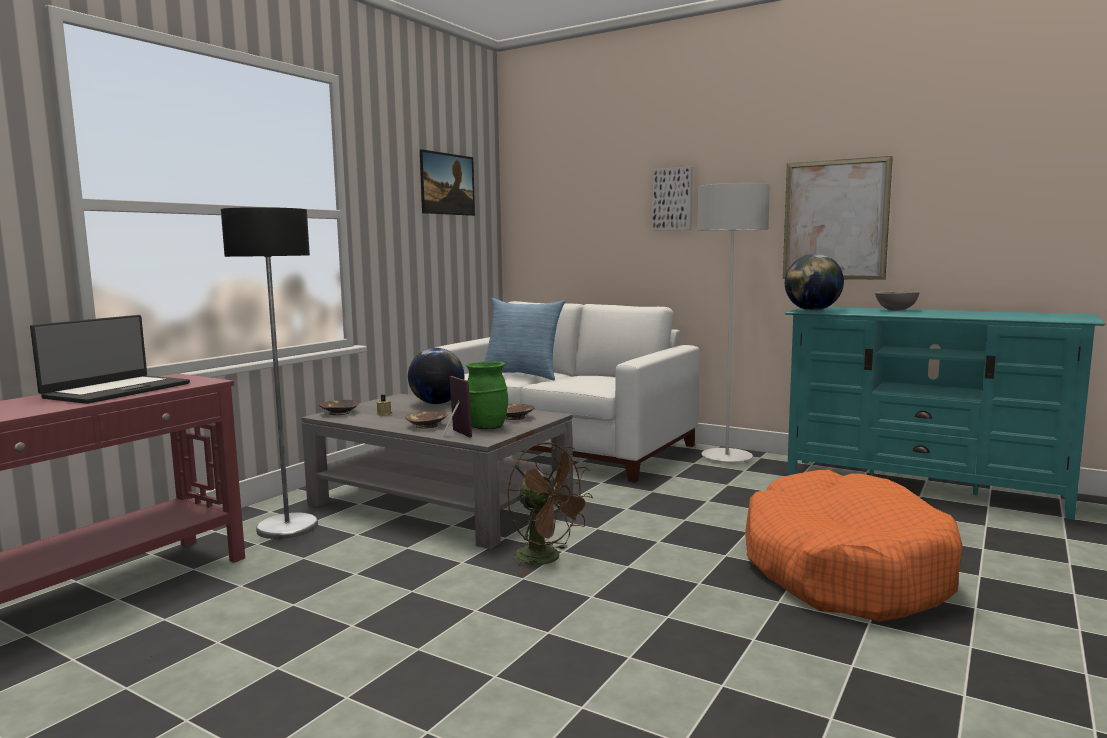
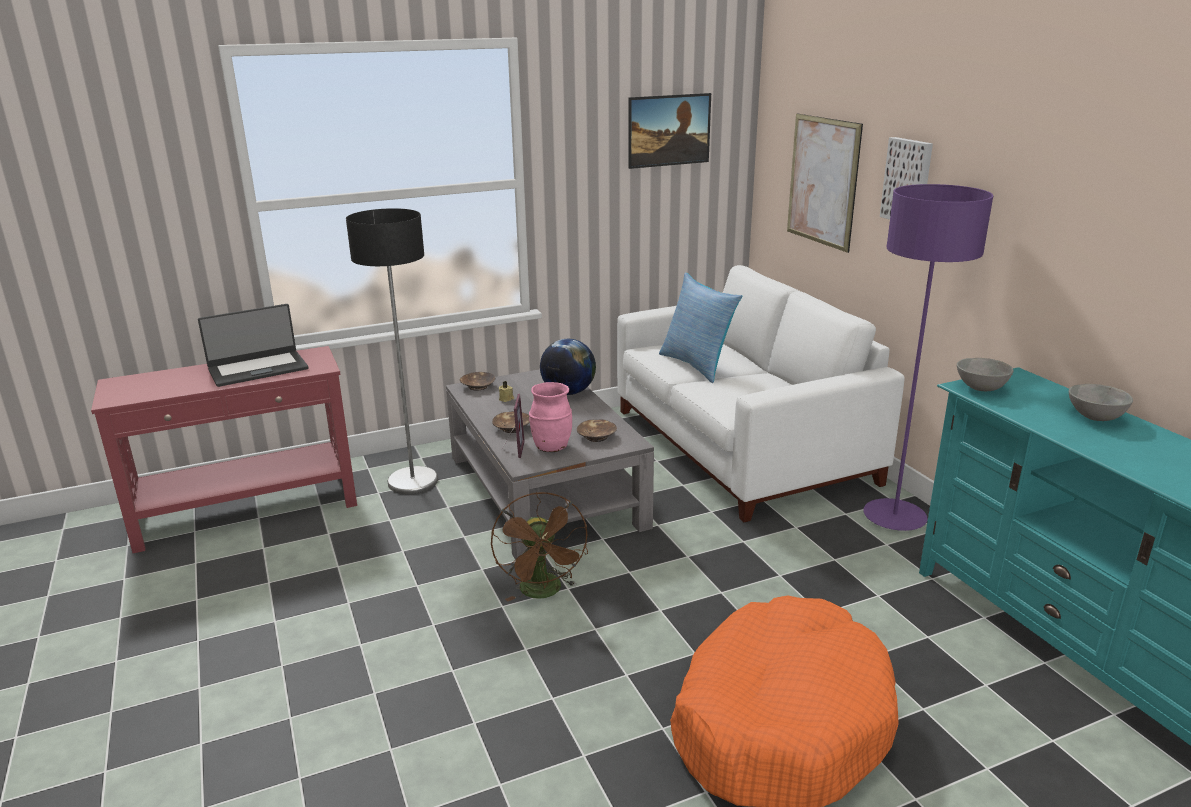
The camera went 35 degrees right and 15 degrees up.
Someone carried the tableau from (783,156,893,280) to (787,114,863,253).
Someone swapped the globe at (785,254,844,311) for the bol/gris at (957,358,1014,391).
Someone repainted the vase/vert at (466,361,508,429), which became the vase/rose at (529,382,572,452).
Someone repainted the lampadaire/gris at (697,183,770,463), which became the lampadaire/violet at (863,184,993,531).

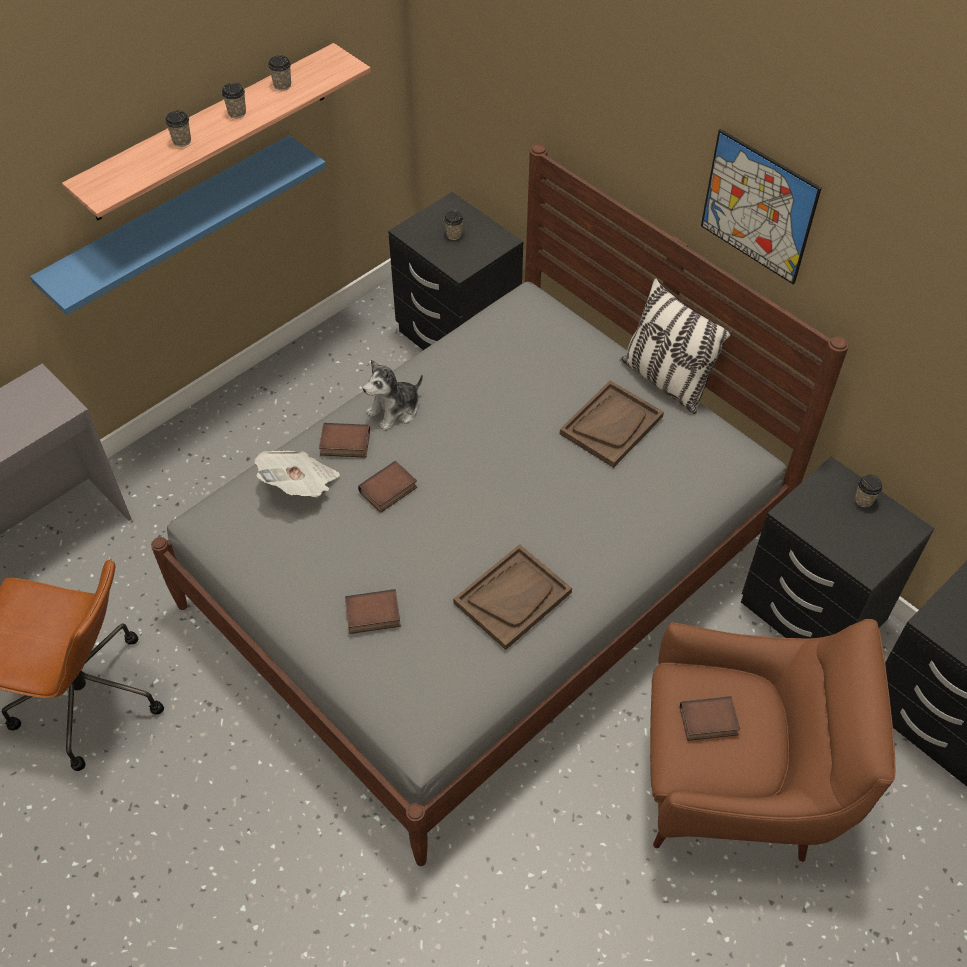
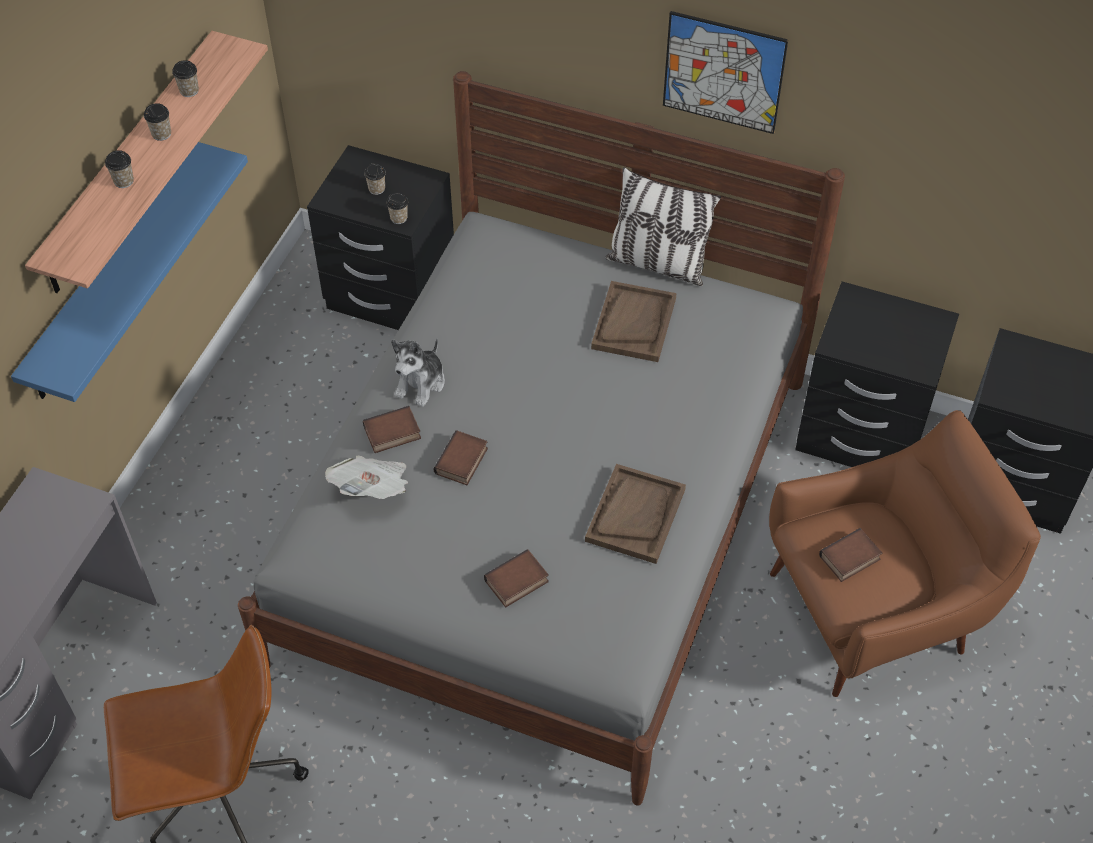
The camera went 25 degrees left and 0 degrees up.
Someone carried the tasse from (855,475,882,508) to (386,193,408,224).

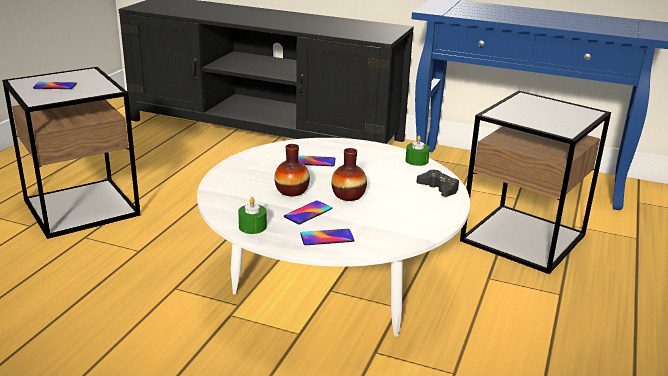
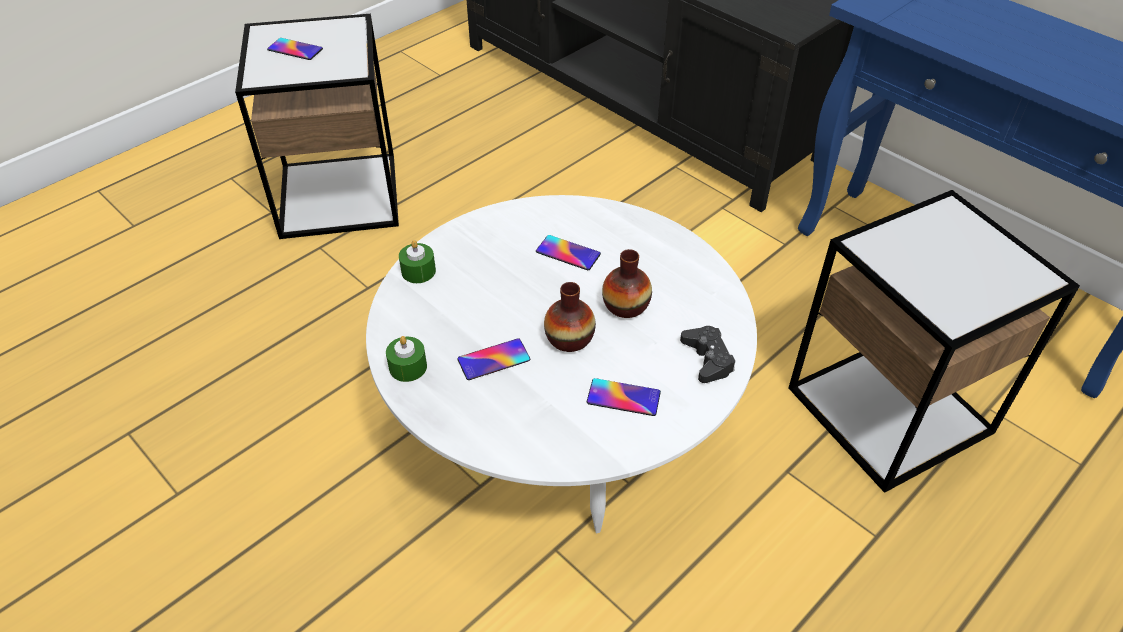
The camera went 25 degrees right and 20 degrees up.
Someone carried the vase from (274,144,310,196) to (602,249,652,318).
Someone carried the téléphone from (300,229,354,245) to (587,378,661,416).
Someone carried the bougie/vert from (406,136,430,166) to (399,240,436,283).

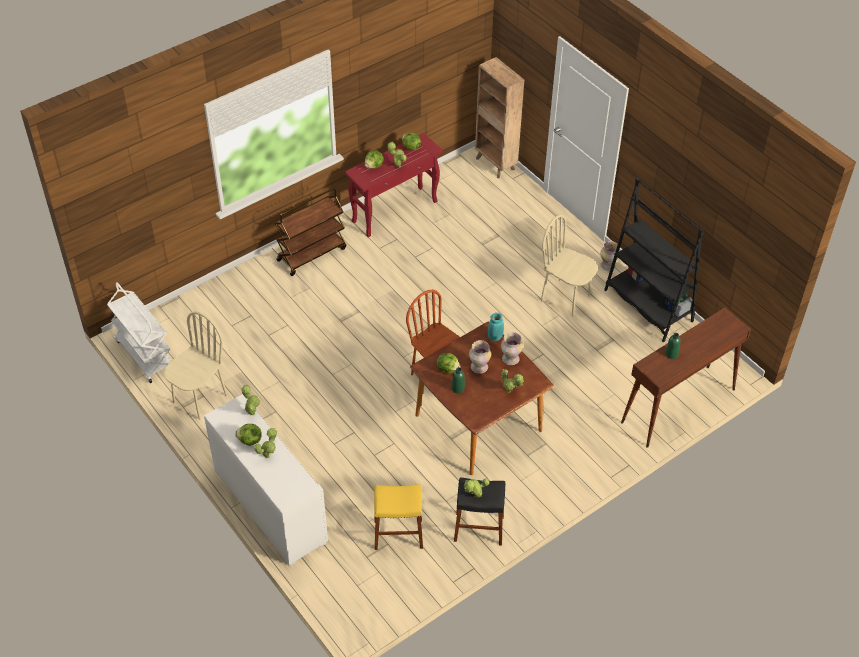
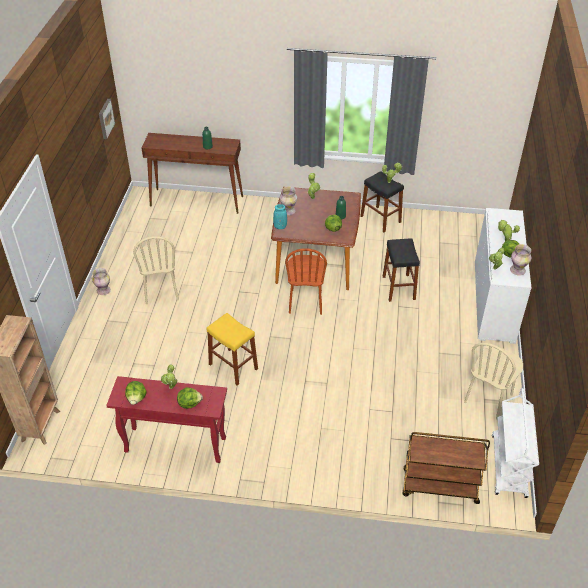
The camera went 135 degrees left and 5 degrees down.
Someone took away the bibliothèque/noir at (604,177,704,342).
Someone put up the tableau at (99,99,115,139).
Someone put down the tabouret/noir at (383,239,420,302).
Someone carried the chariot/marron from (275,188,346,276) to (403,432,490,504).
Someone carried the tabouret/jaune from (374,484,423,550) to (207,313,258,386).
Someone carried the vase from (469,340,491,374) to (510,244,531,275).
Someone rotated the chaise/beige at (164,311,227,420) by 45 degrees counterclockwise.

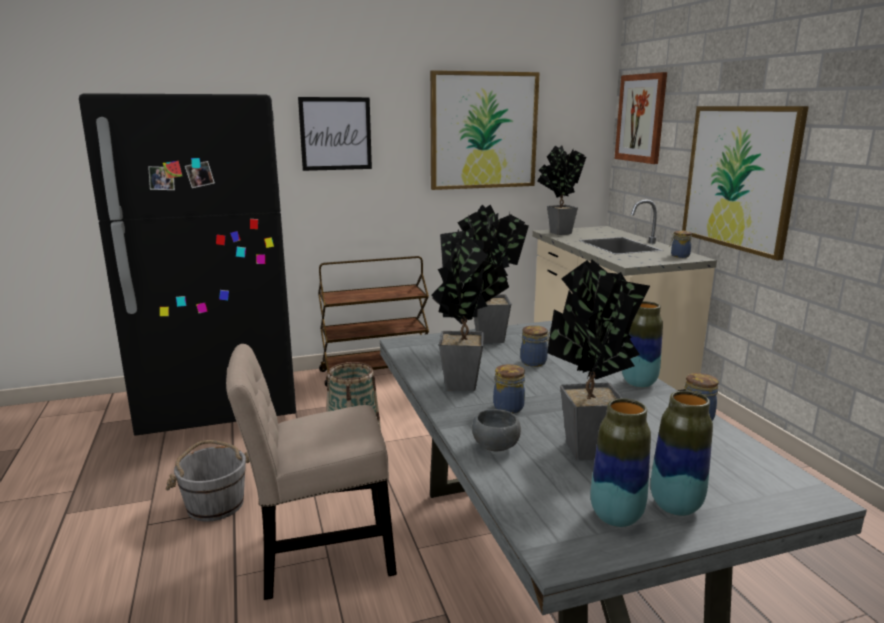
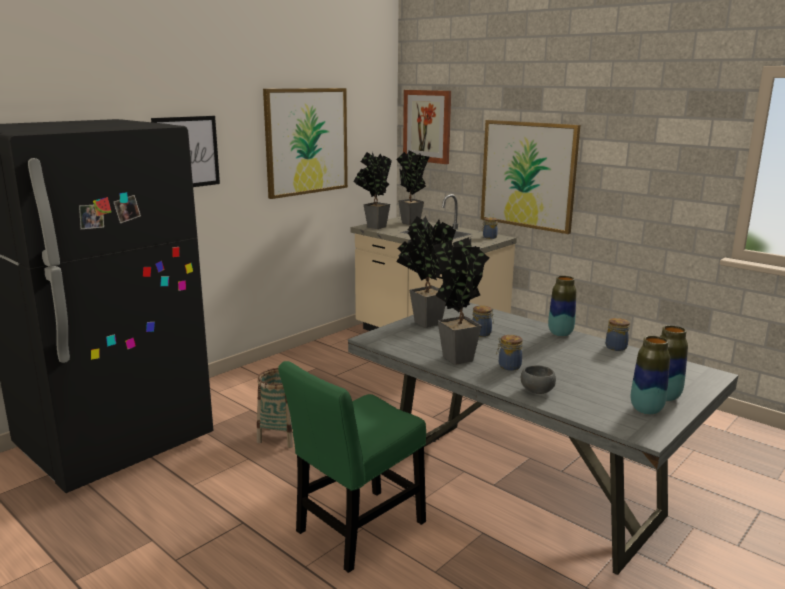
The camera went 30 degrees left and 0 degrees up.
Someone took away the seau/gris at (166,440,250,522).
Someone took away the chariot/marron at (318,256,429,387).
Someone carried the plante en pot from (547,259,650,460) to (396,150,429,225).
Someone repainted the chaise/beige at (226,344,397,600), which became the chaise/vert at (278,361,426,573).

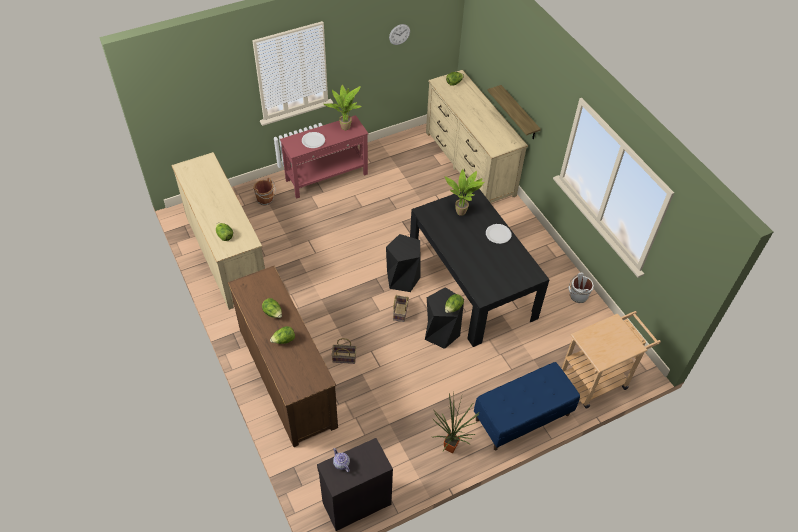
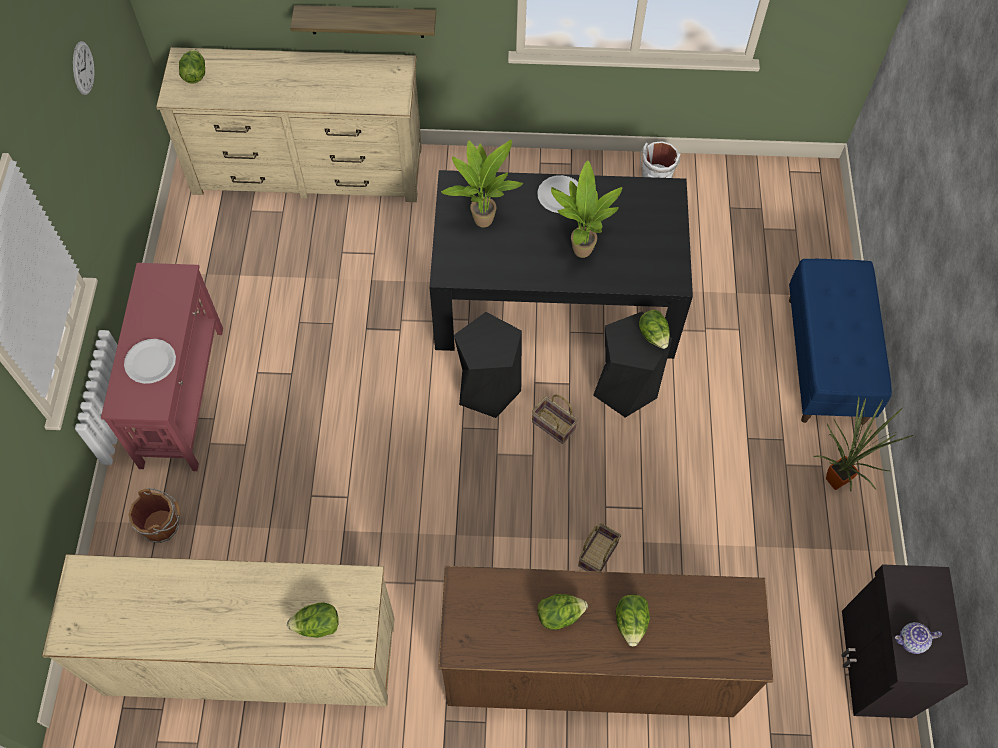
The camera went 60 degrees left and 10 degrees up.
Someone took away the chariot/beige at (562,311,661,408).
Someone carried the plante en pot from (324,85,362,130) to (551,160,622,258).

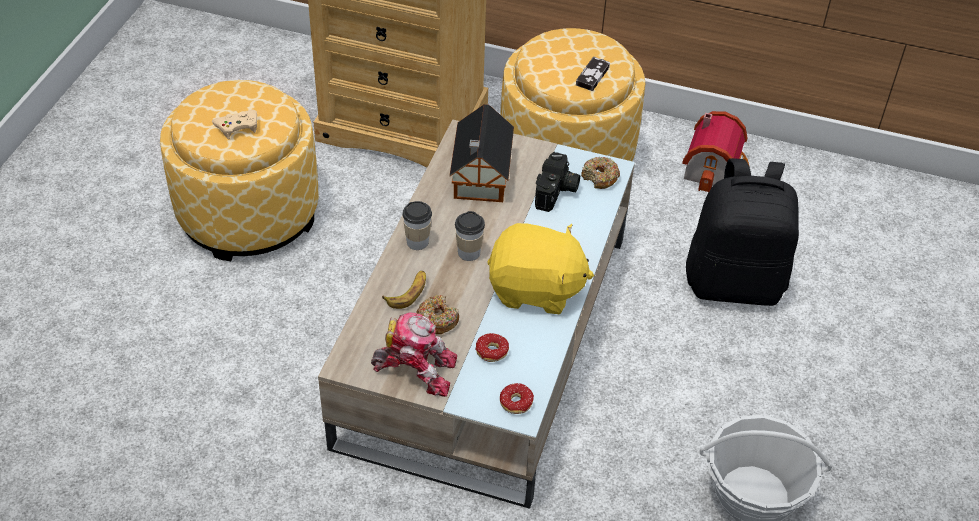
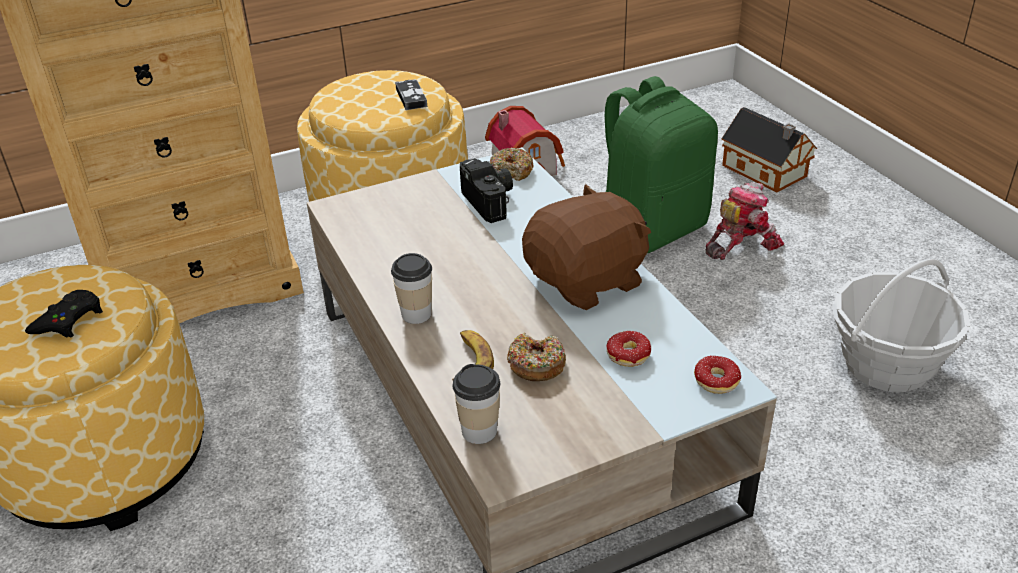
The camera went 40 degrees left and 10 degrees down.
Someone carried the robot jouet from (371,312,457,397) to (706,182,784,260).
Someone carried the maison miniature from (449,104,514,202) to (722,107,817,193).
Someone carried the tasse from (455,211,485,261) to (453,364,500,444).
Someone repainted the manette/beige at (212,110,257,139), which became the manette/noir at (25,290,103,337).
Someone repainted the peluche/jaune at (487,223,594,314), which became the peluche/marron at (522,184,651,310).
Someone repainted the sac à dos/noir at (686,158,799,306), which became the sac à dos/vert at (605,76,718,253).

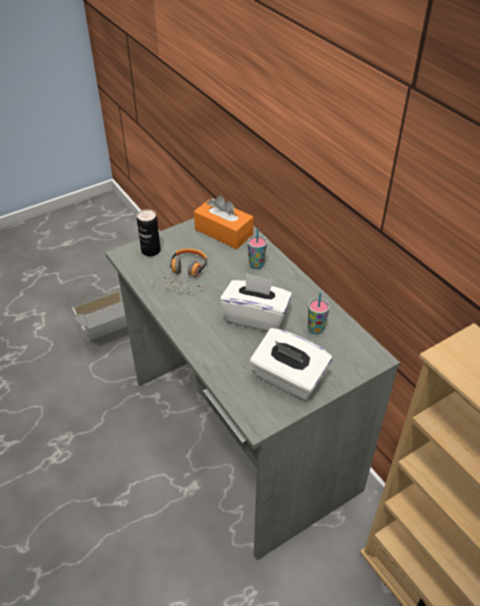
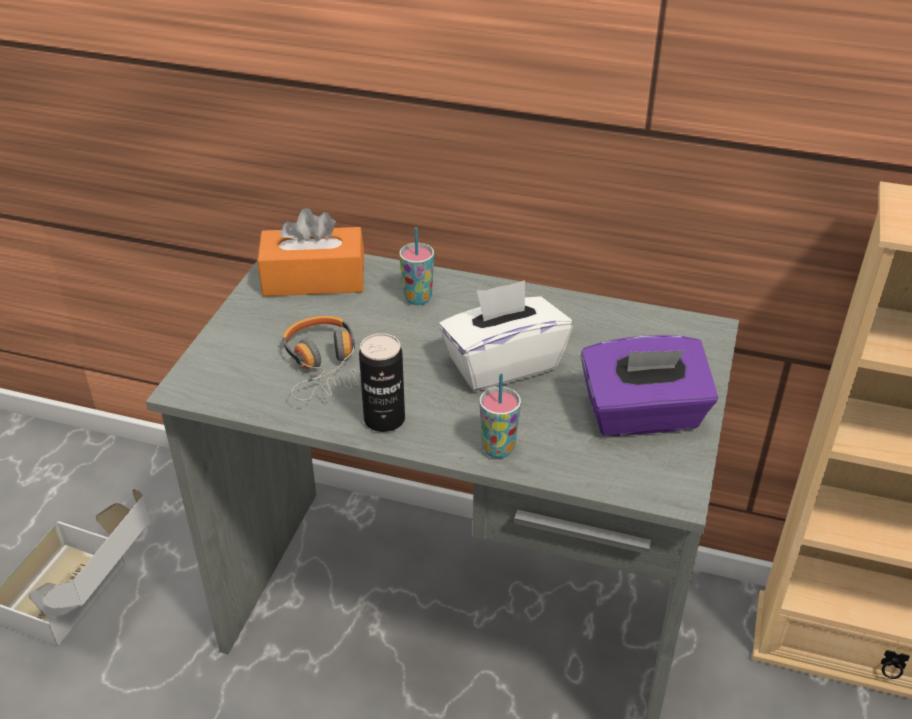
The camera went 40 degrees left and 5 degrees down.
Someone carried the boîte métallique from (137,209,161,257) to (359,333,405,432).
Someone carried the tasse from (308,292,330,334) to (479,374,521,458).
Someone repainted the boîte à mouchoirs/blanc at (250,328,332,400), which became the boîte à mouchoirs/violet at (581,335,718,436).

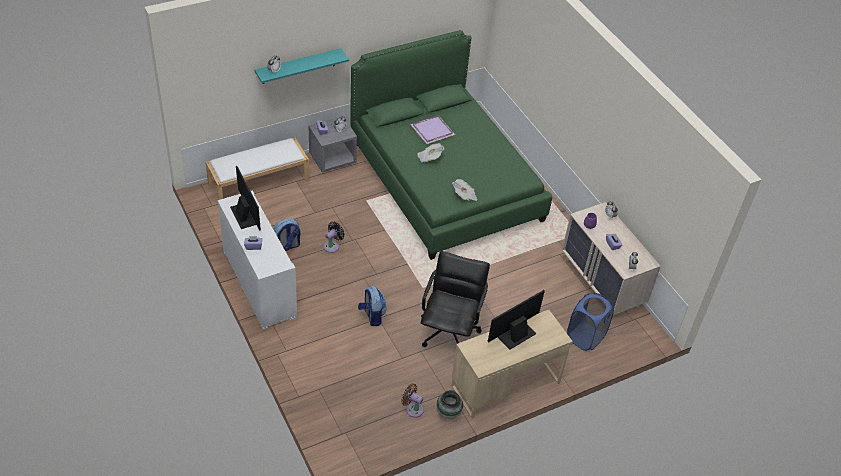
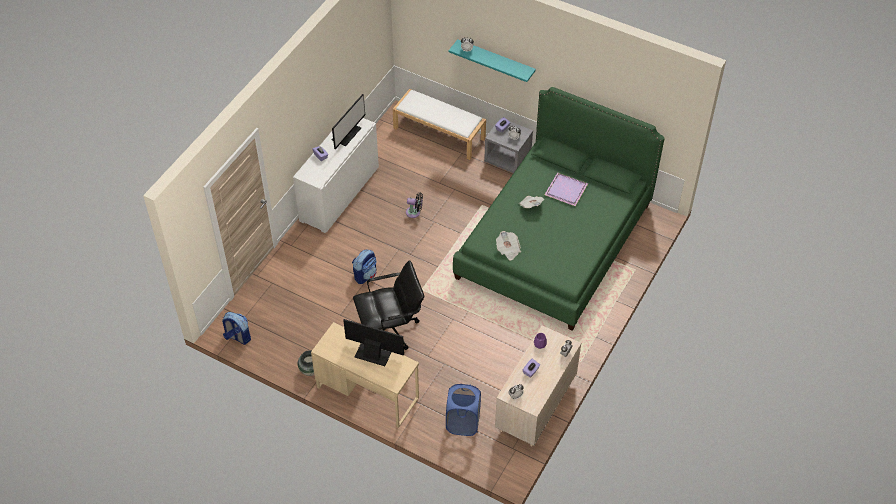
The camera went 60 degrees right and 5 degrees up.
Someone took away the ventilateur/marron at (401,383,424,418).
Someone carried the sac à dos from (274,218,300,251) to (222,312,251,345).

